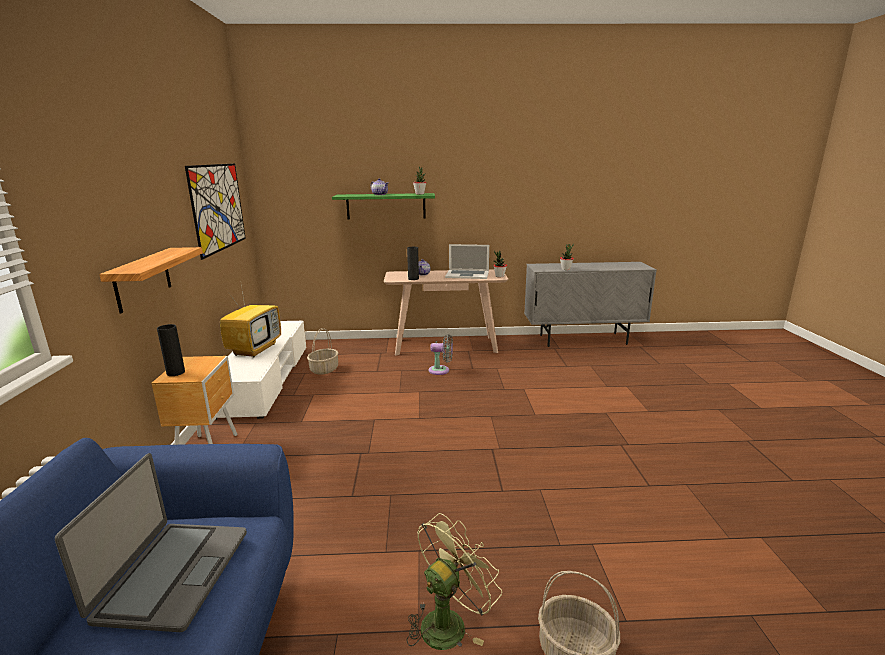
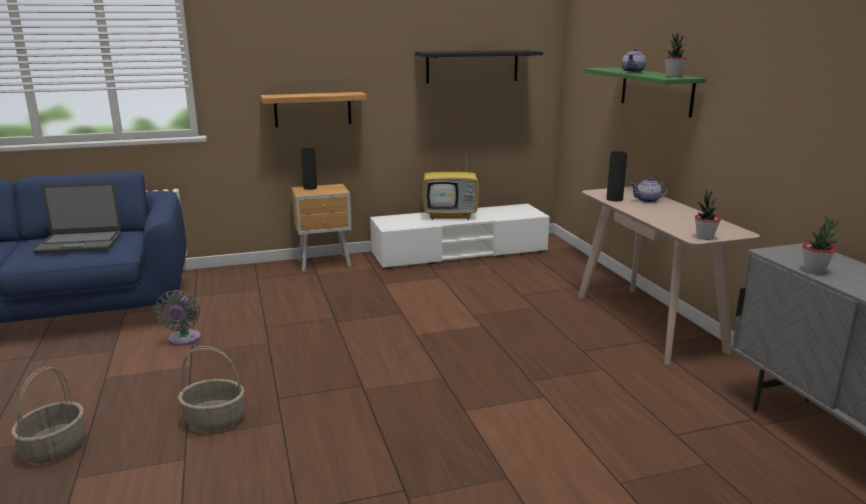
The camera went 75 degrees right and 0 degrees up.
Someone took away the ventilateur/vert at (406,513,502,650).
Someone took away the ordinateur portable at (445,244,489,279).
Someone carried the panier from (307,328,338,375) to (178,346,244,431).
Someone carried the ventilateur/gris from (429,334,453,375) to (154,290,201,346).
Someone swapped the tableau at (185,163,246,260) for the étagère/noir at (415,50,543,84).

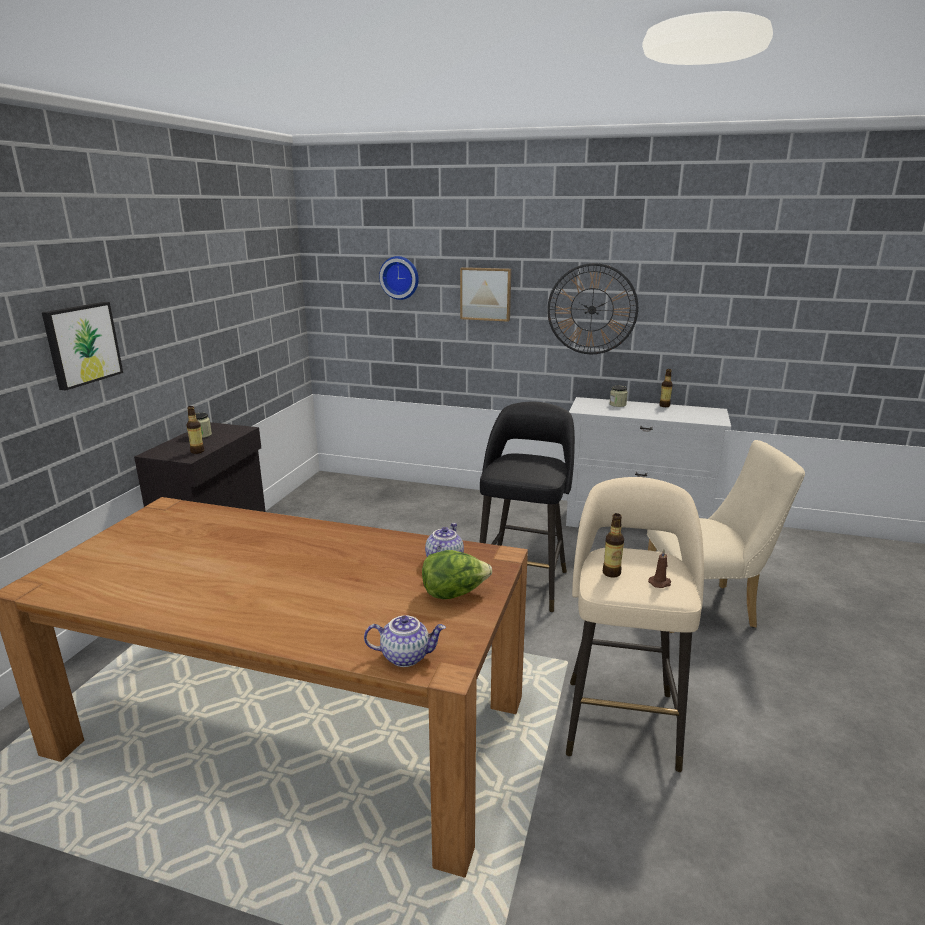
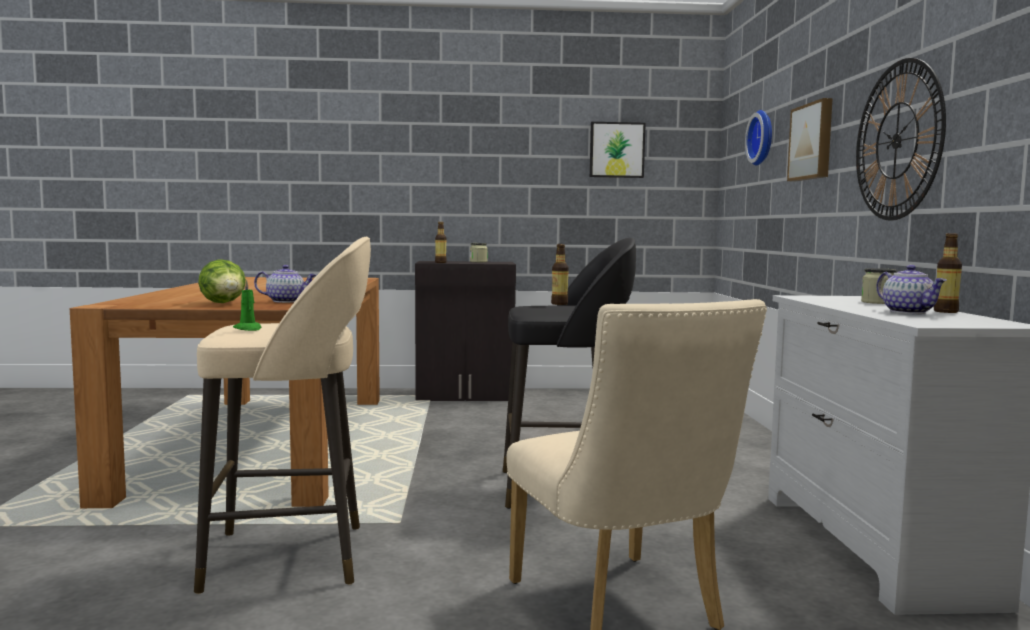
The camera went 70 degrees right and 15 degrees down.
Someone carried the tableau from (42,302,123,390) to (590,122,646,178).
Someone carried the théière from (364,615,446,667) to (877,265,947,314).
Someone carried the bouteille from (603,513,624,578) to (551,244,569,305).
Someone repainted the bougie/marron at (648,549,671,588), which became the bougie/vert at (233,280,262,331).

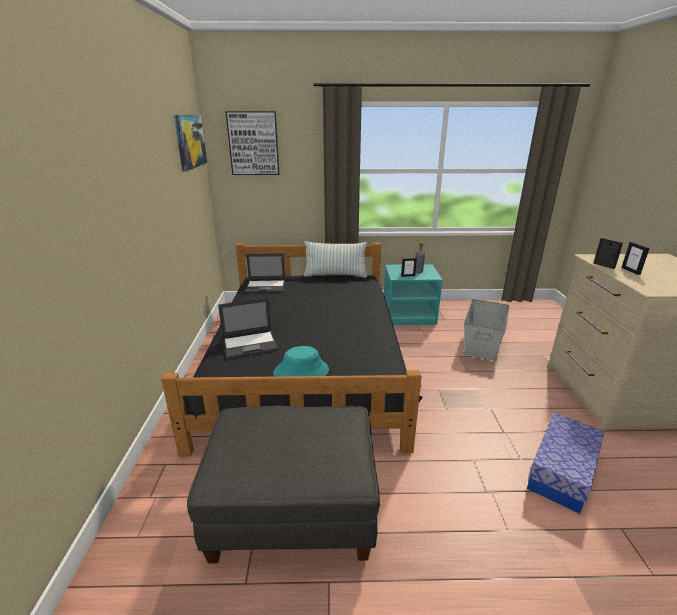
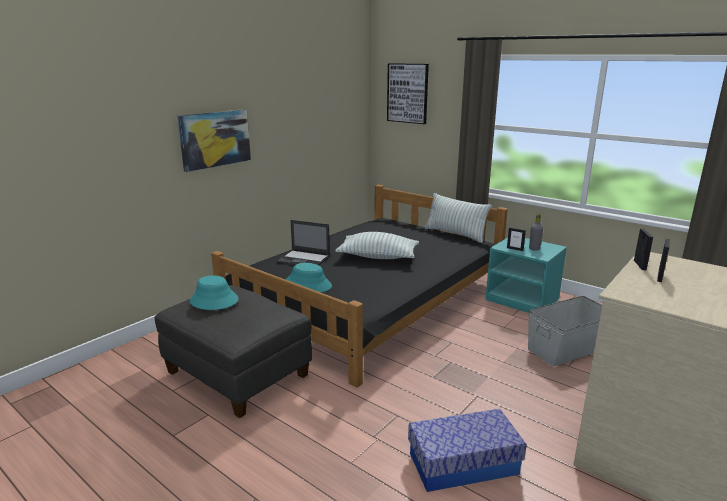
The camera went 40 degrees right and 5 degrees down.
Someone took away the ordinateur portable at (245,253,285,293).
Someone put down the chapeau/turquoise at (190,275,239,310).
Someone put down the coussin at (335,232,419,259).
Someone carried the tableau from (174,115,207,172) to (177,109,251,172).

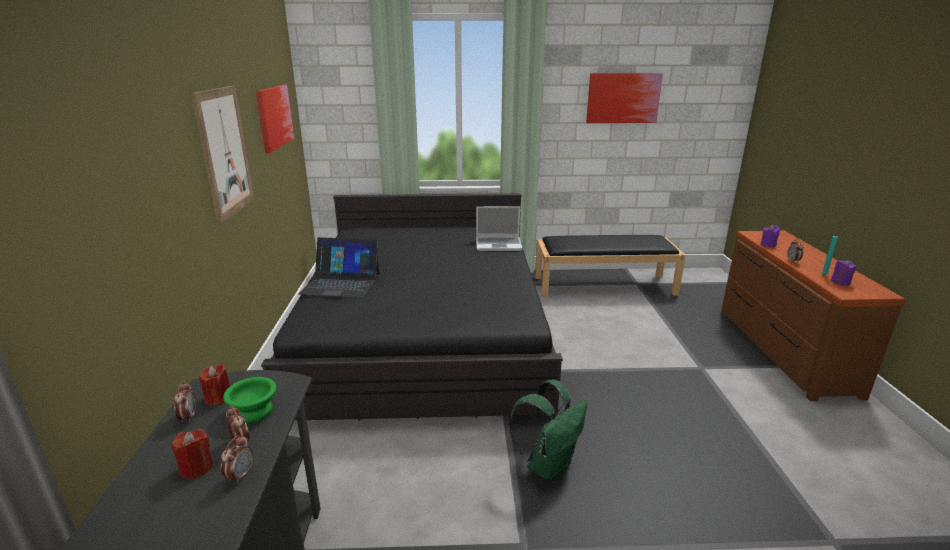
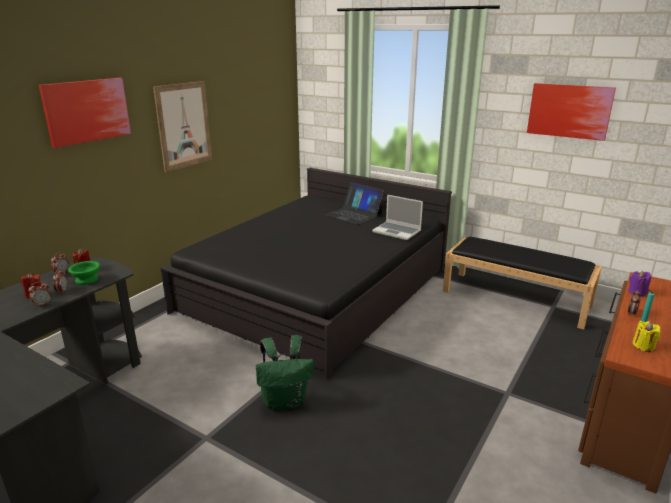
The camera went 35 degrees right and 0 degrees up.
Someone carried the tableau from (256,85,294,153) to (39,78,131,148).
Someone carried the ordinateur portable from (299,237,379,298) to (324,182,384,225).
Someone repainted the bougie/violet at (831,260,856,286), which became the bougie/jaune at (633,321,660,352).

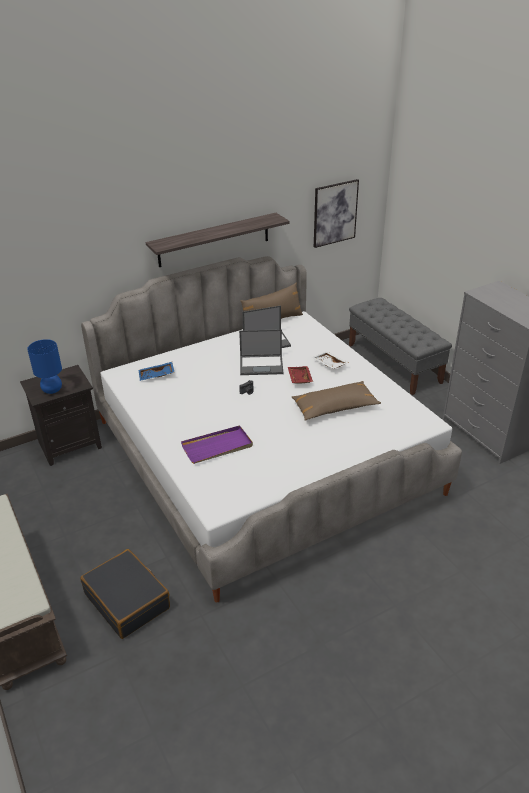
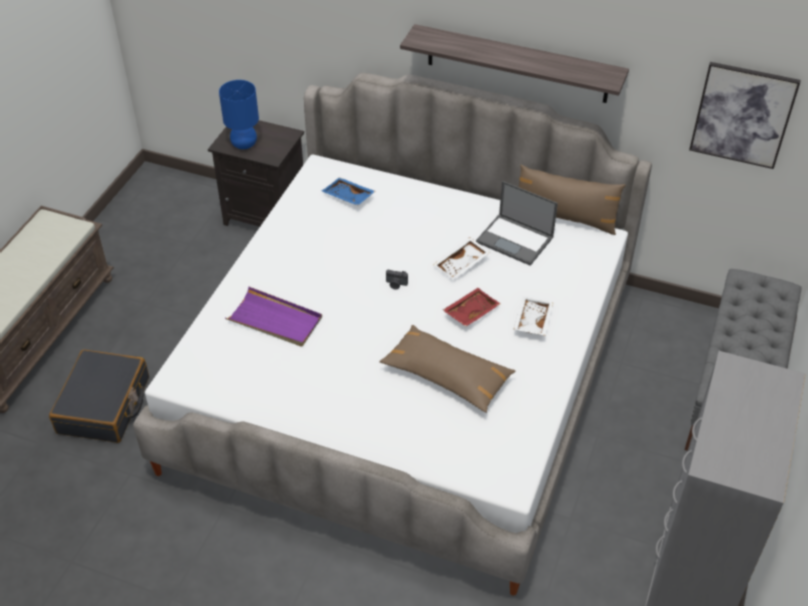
The camera went 50 degrees right and 10 degrees up.
Someone swapped the ordinateur portable at (239,329,283,375) for the plateau/blanc at (433,237,490,280).

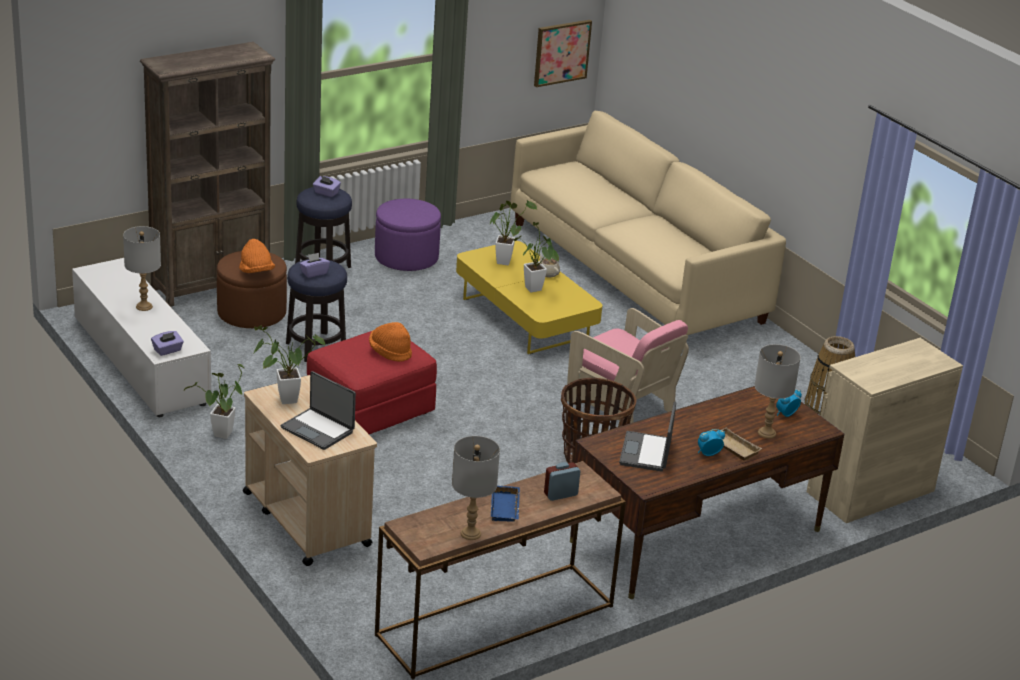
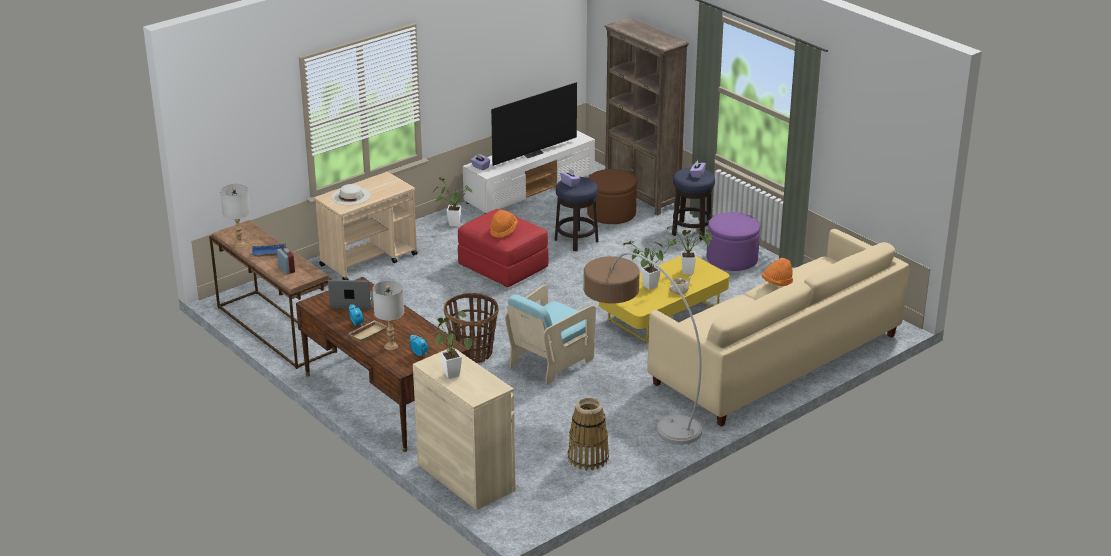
The camera went 85 degrees right and 0 degrees up.
Someone took away the tableau at (534,20,592,87).
Someone put down the lampadaire at (584,252,702,445).
Someone carried the chapeau/orange from (239,239,275,273) to (762,258,793,286).
Someone carried the plante en pot from (253,326,325,404) to (431,311,472,379).
Someone swapped the lampe de table/gris at (123,226,161,311) for the téléviseur at (491,82,577,166).
Someone swapped the ordinateur portable at (281,371,356,450) for the chapeau/blanc at (332,184,371,205).
Someone repainted the fauteuil/rose at (567,308,689,423), which became the fauteuil/turquoise at (505,285,596,385).

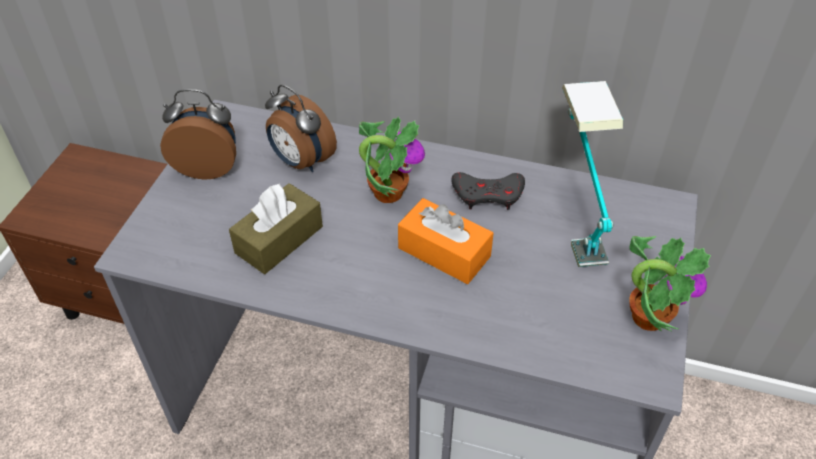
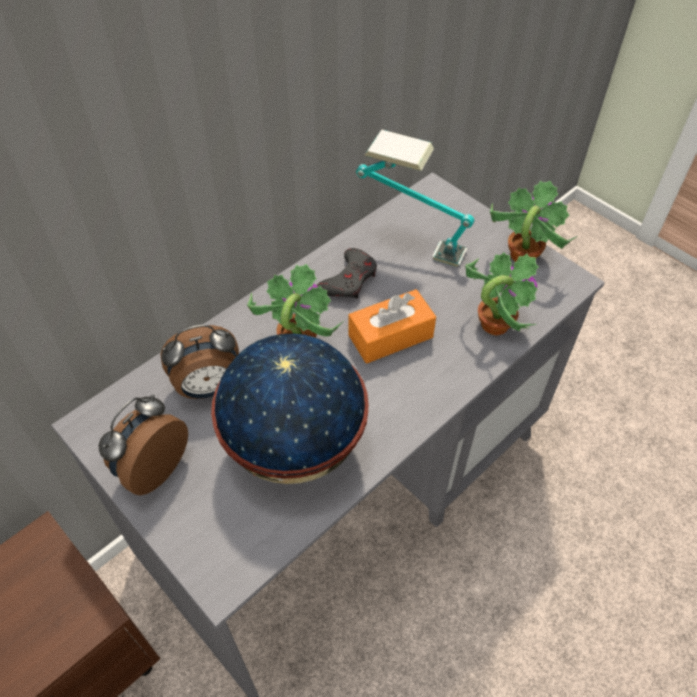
The camera went 60 degrees left and 5 degrees up.
Someone put down the plante en pot at (465,252,539,335).
Someone swapped the boîte à mouchoirs/marron at (229,183,323,274) for the globe at (211,333,369,484).

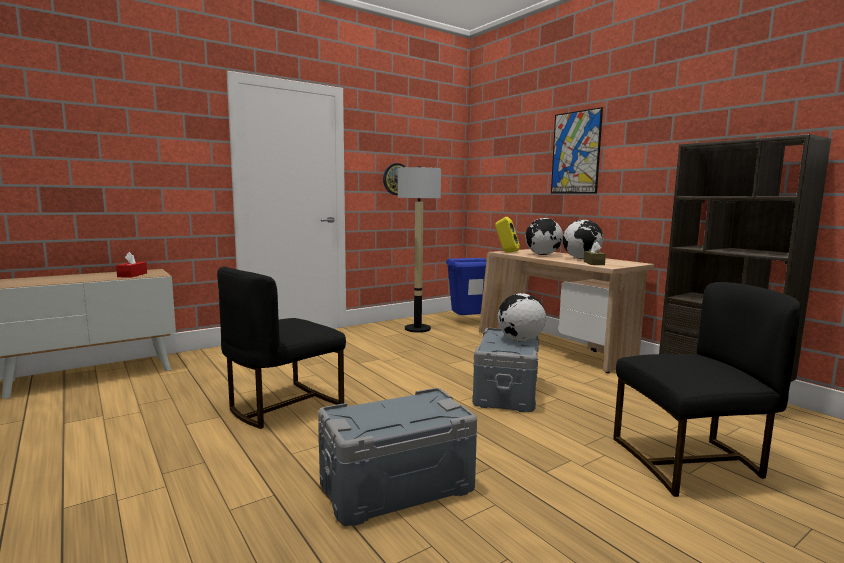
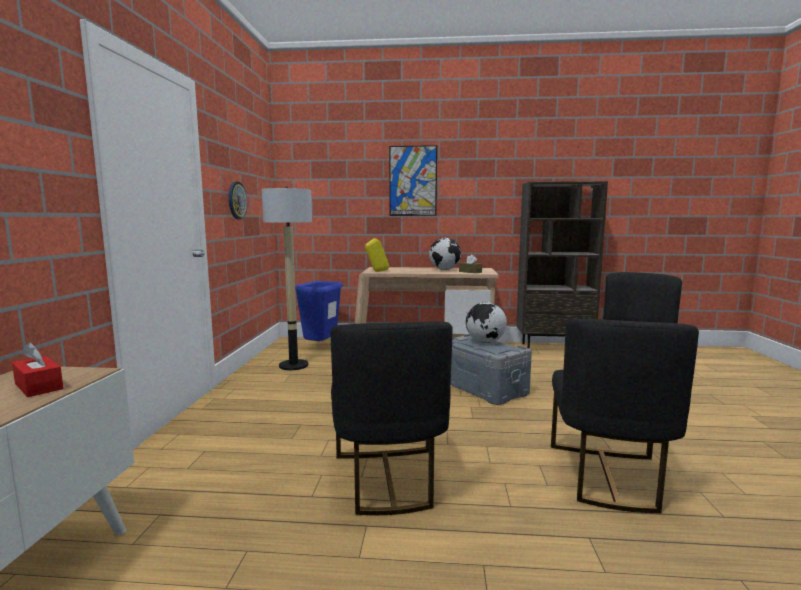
The camera went 50 degrees left and 0 degrees up.
Someone took away the globe at (525,218,563,255).
Someone swapped the boîte de rangement/gris at (318,388,477,526) for the chaise/noir at (551,319,699,513).

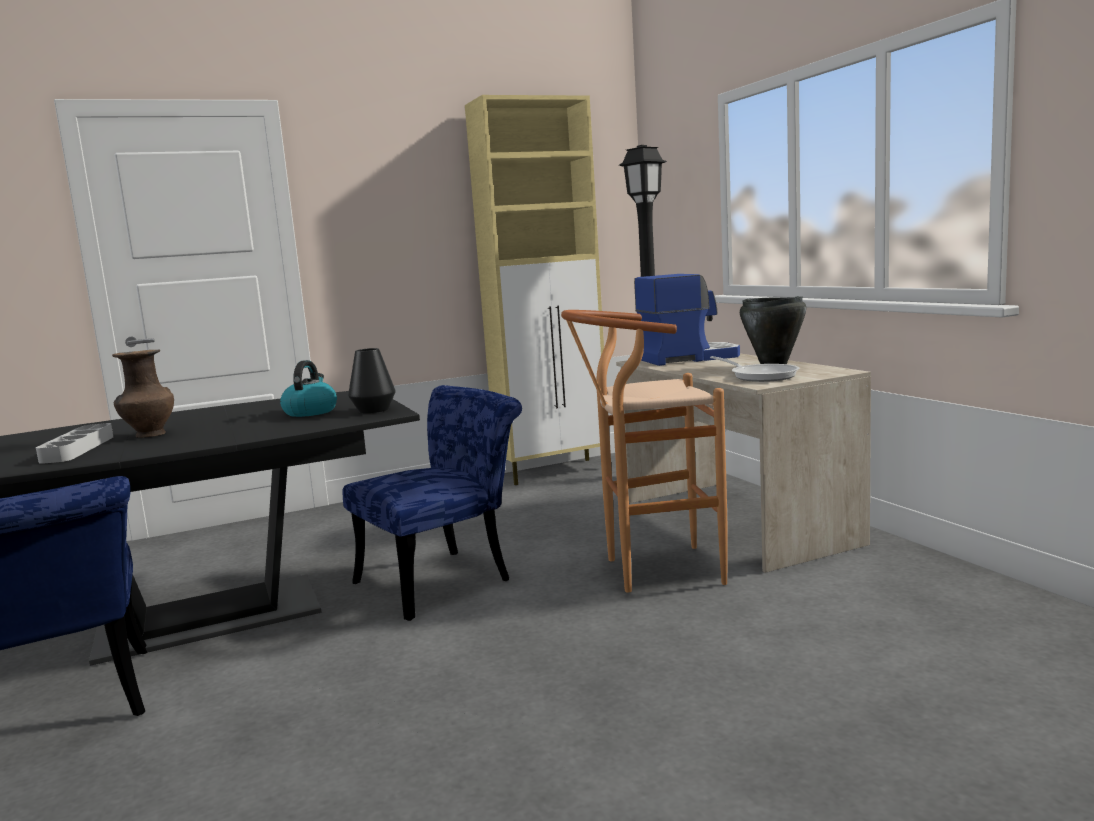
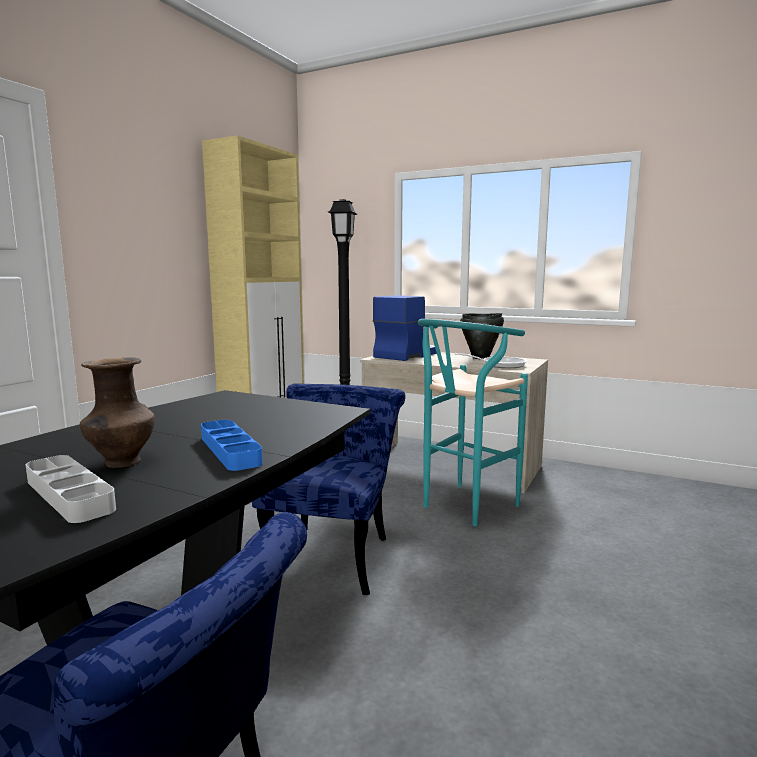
The camera went 40 degrees left and 0 degrees up.
Someone took away the bouilloire at (280,360,337,417).
Someone took away the vase/noir at (348,348,395,413).
Someone put down the plateau/bleu at (201,420,263,471).
Someone repainted the tabouret/marron at (561,310,727,593), which became the tabouret/turquoise at (418,319,528,526).

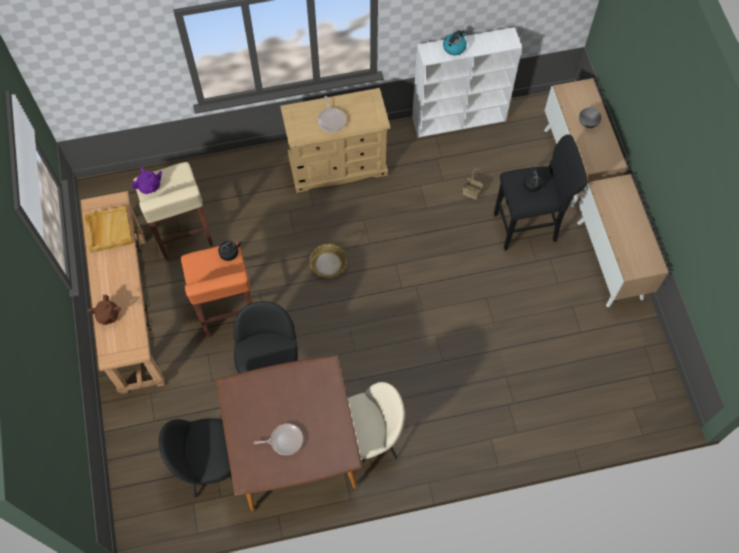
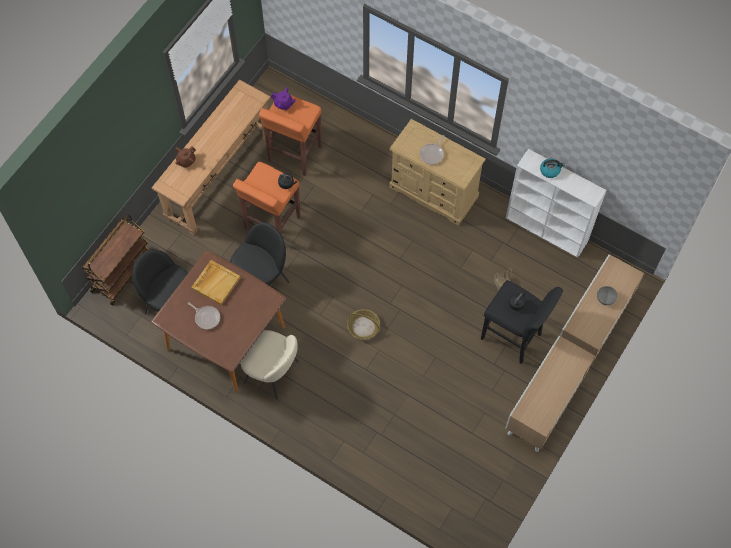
The camera went 45 degrees right and 0 degrees up.
Someone put down the chariot/marron at (82,215,149,305).
Someone carried the plateau/beige from (84,206,133,253) to (191,260,241,305).
Someone carried the panier from (309,244,347,278) to (347,309,380,340).
Someone repainted the tabouret/beige at (134,162,213,260), which became the tabouret/orange at (259,95,322,176).

